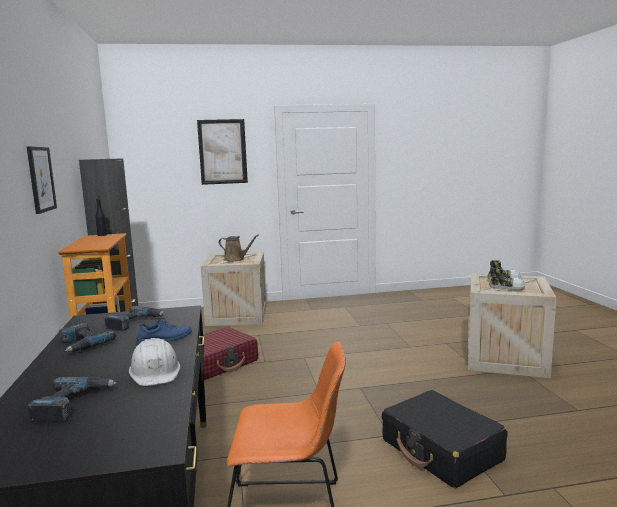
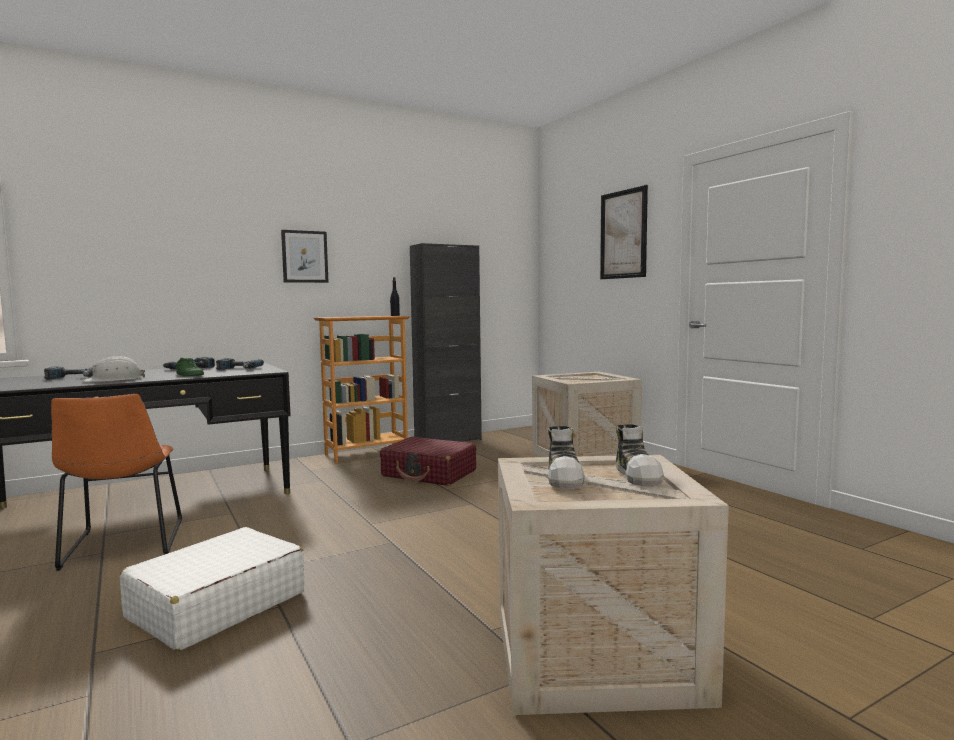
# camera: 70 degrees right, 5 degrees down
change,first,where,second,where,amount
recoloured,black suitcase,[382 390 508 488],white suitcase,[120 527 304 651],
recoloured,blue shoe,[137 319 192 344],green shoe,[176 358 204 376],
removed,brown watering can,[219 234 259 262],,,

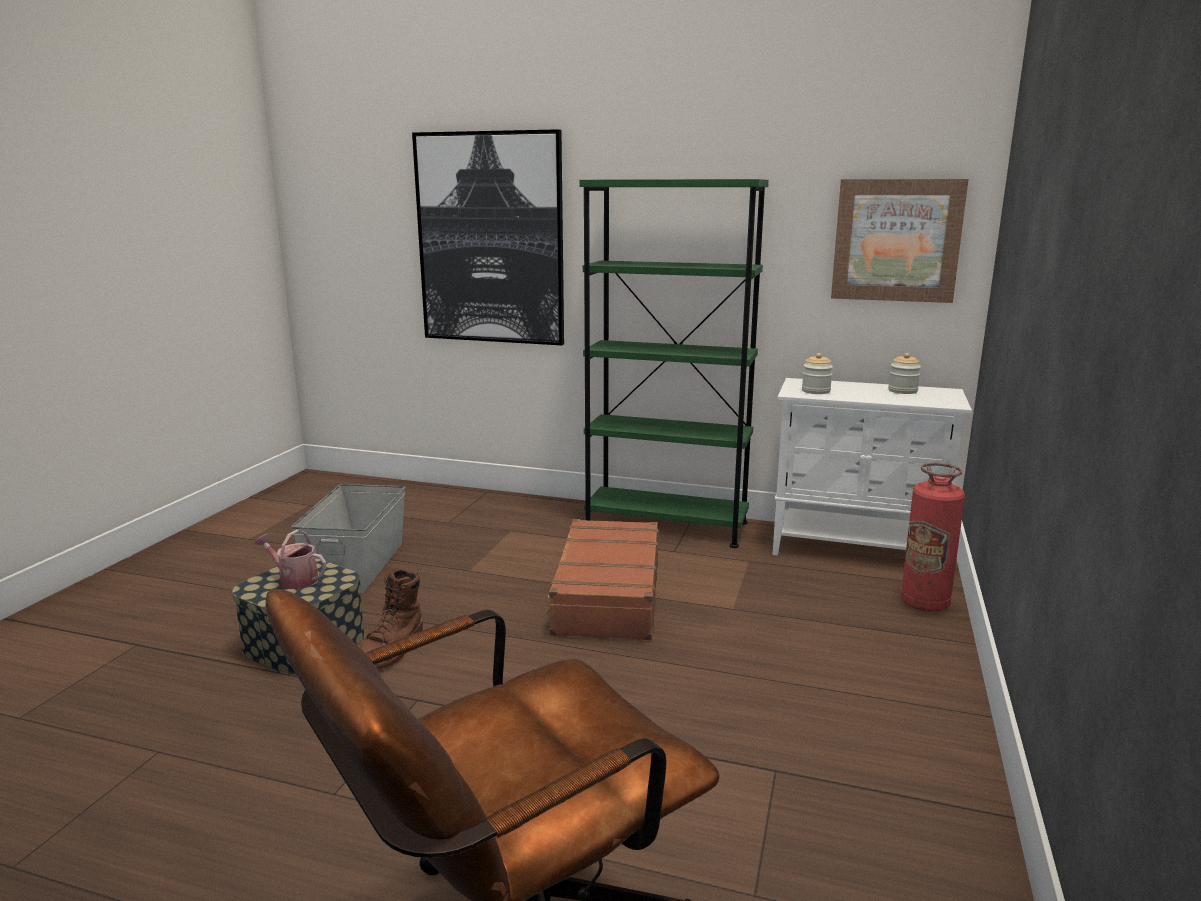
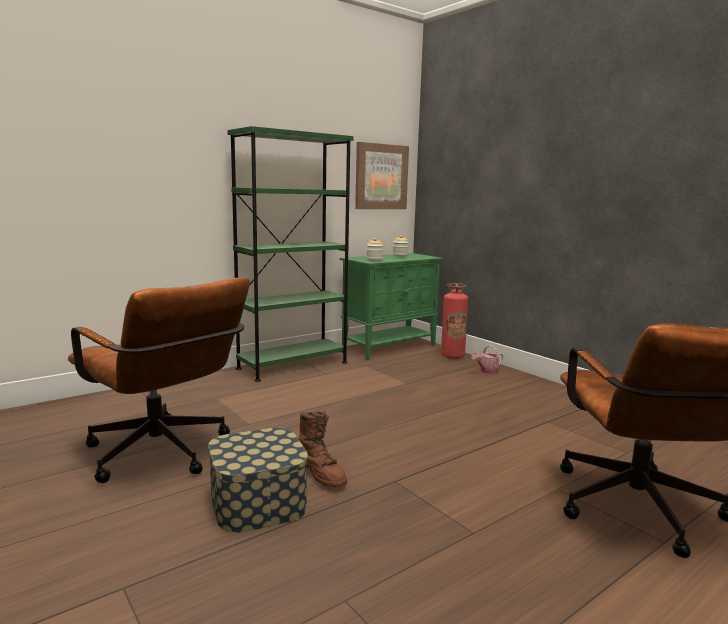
# camera: 55 degrees left, 5 degrees down
change,first,where,second,where,amount
replaced,grey storage box,[291 484 405 593],brown office chair,[68 278 250 483],
recoloured,white cabinet,[772 378 972 556],green cabinet,[340 253 444 360],
moved,watering can,[254 529 326 589],,[471 345 503 374],
removed,picture,[412 129 564 345],,,
removed,brown suitcase,[544 519 659 640],,,

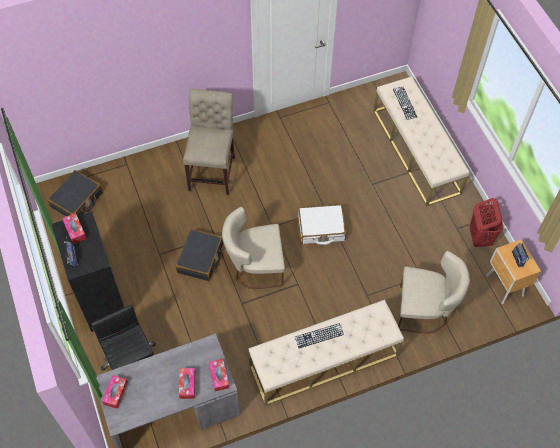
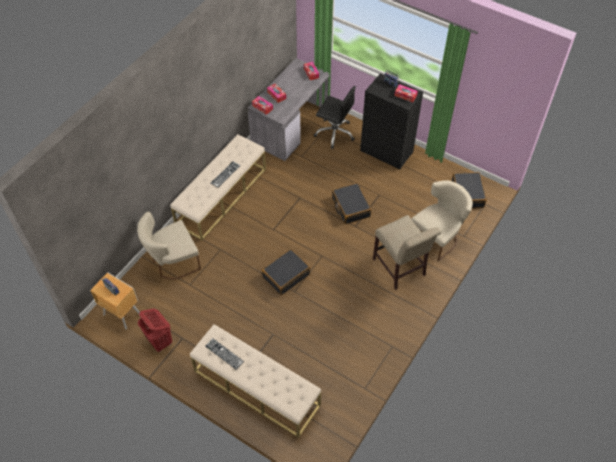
# camera: 145 degrees right, 5 degrees down
change,first,where,second,where,amount
moved,keyboard,[393 87 417 120],,[205 338 244 370],
recoloured,white suitcase,[298 205 346 245],black suitcase,[262 249 310 295],
moved,beige chair,[222 207 285 289],,[411 180 473 262],

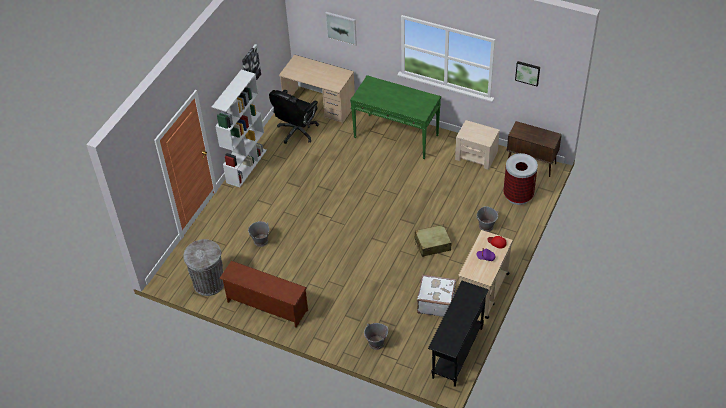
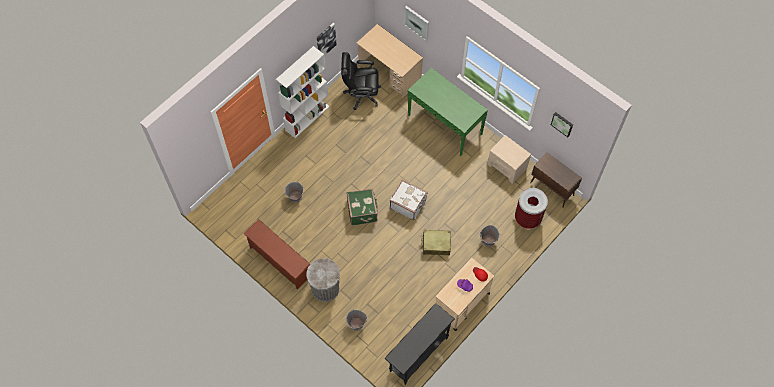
# camera: 15 degrees right, 15 degrees up
change,first,where,second,where,amount
moved,grey trash can,[183 239 224 296],,[306 258 340 302],
turned,black office chair,[269 90 319 144],,[341 52 381 110],45 degrees clockwise
added,,,green suitcase,[347 188 378 225],
moved,white suitcase,[417 274 456 317],,[390 180 427 220],

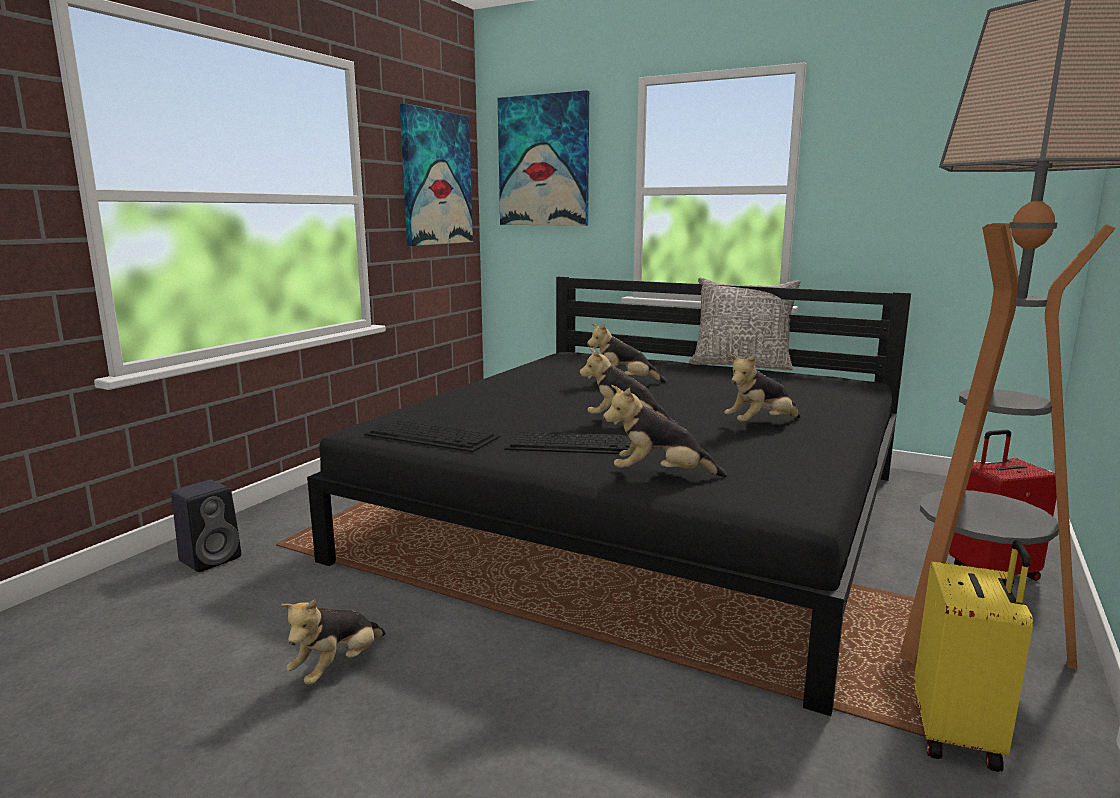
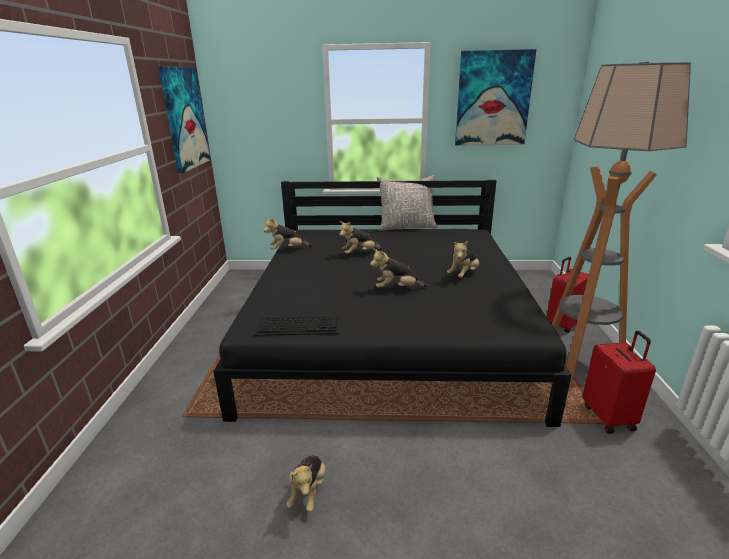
# camera: 25 degrees left, 10 degrees up
change,first,where,second,where,amount
moved,plush toy,[603 385 727 477],,[264 218 312 250],
moved,picture,[498 90 589 226],,[455 49 536 146],
recoloured,yellow suitcase,[914 540 1033 772],red suitcase,[583 331 656 434],
removed,black speaker,[171 480 241 572],,,
removed,keyboard,[504 431 632 454],,,

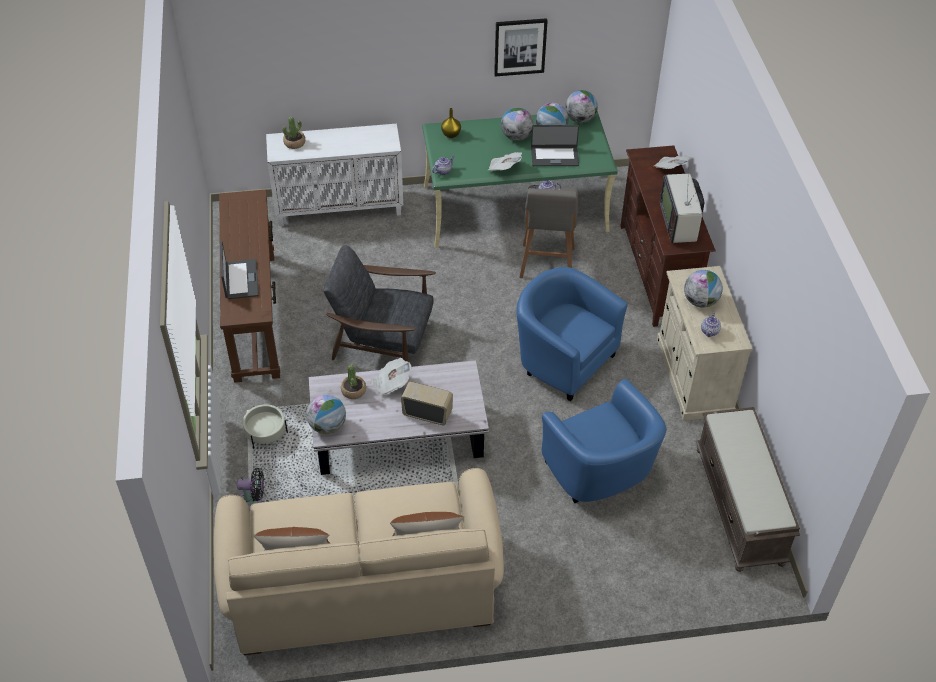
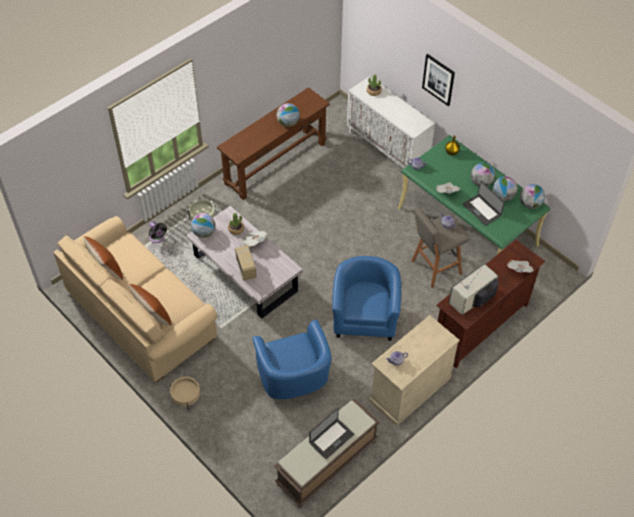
# camera: 55 degrees right, 5 degrees up
change,first,where,second,where,amount
added,,,beige planter,[170 377 200 410],
turned,blue armchair,[542 379 667 503],,[252 320 331 399],45 degrees counterclockwise
moved,globe,[684 270 723 308],,[277 103 300 127],
moved,laptop,[220 241 259 299],,[309 407 354 459],
moved,picture,[494 18 548 76],,[422 54 455 106],
removed,grey armchair,[324 245 436 362],,,

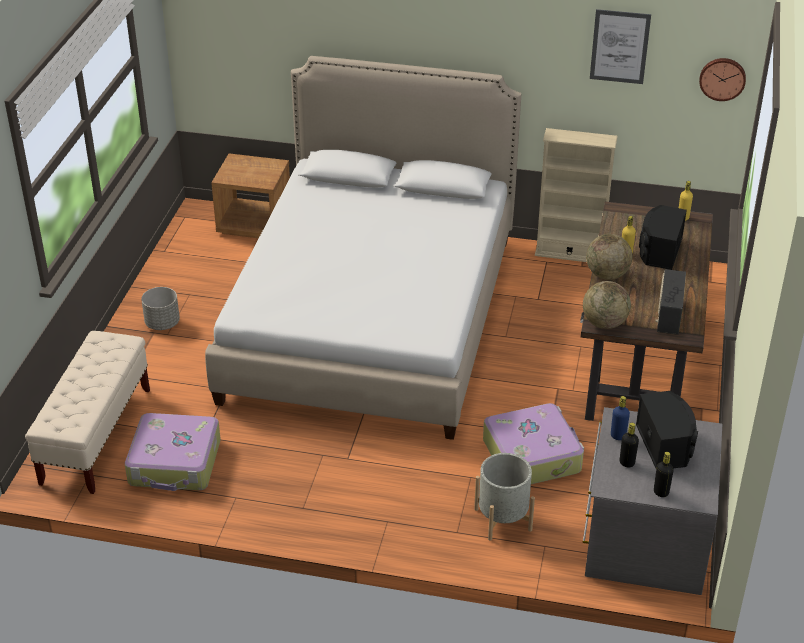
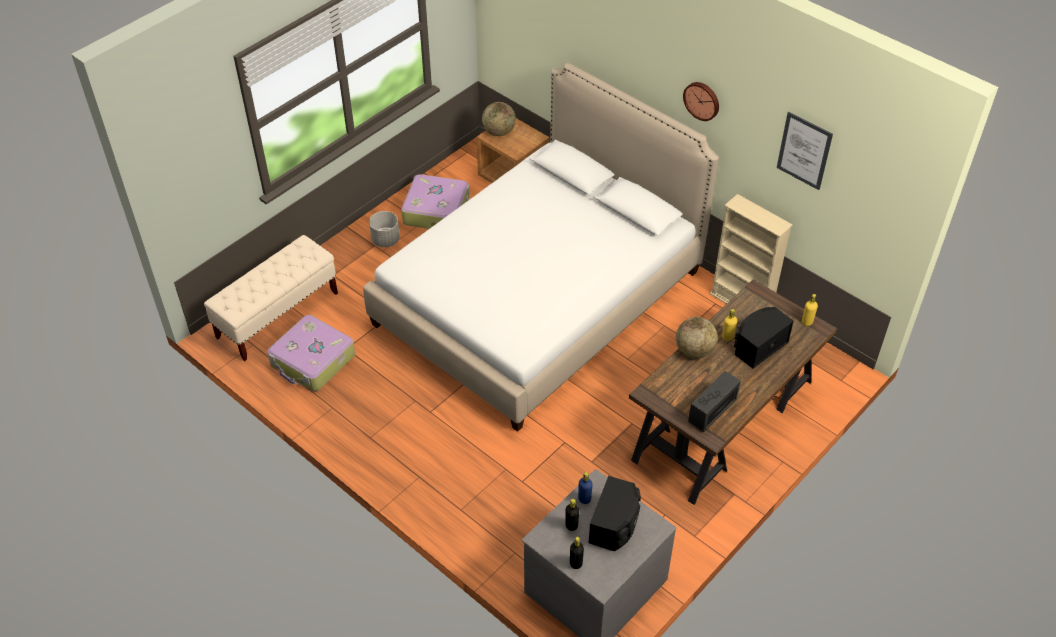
# camera: 30 degrees right, 10 degrees up
change,first,where,second,where,amount
moved,suitcase,[483 403 584 484],,[401 174 470 229],
moved,globe,[583 281 631 329],,[482 102 516 136],
moved,wall clock,[699 58 746 101],,[683 82 719 121],
removed,grey planter,[474 453 535 541],,,

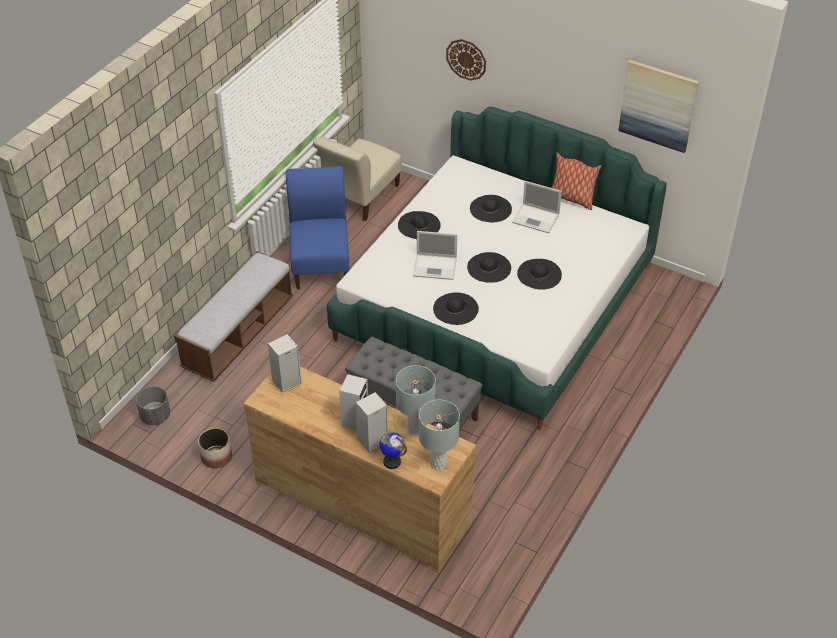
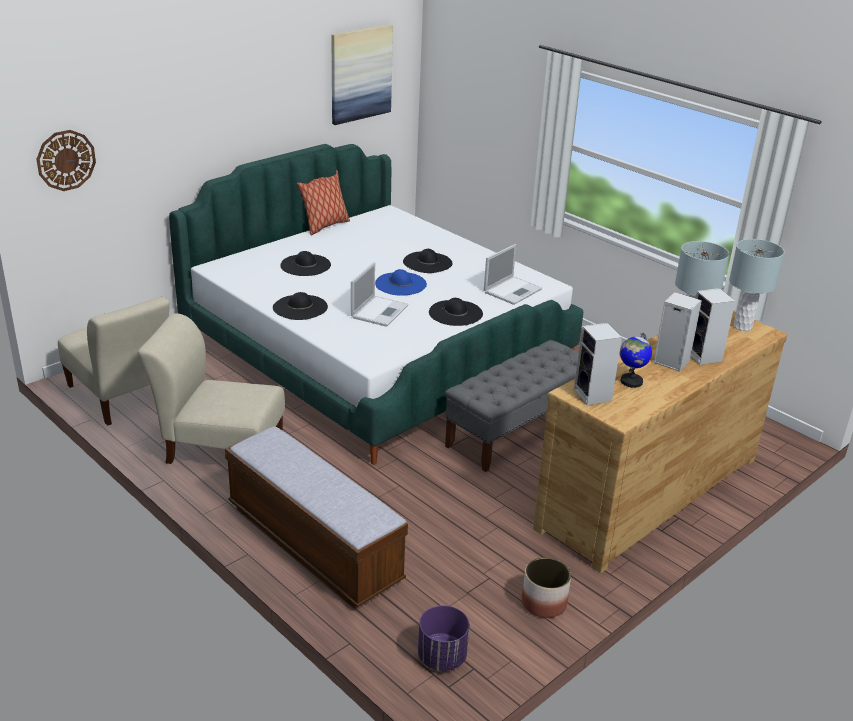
# camera: 75 degrees left, 15 degrees down
change,first,where,second,where,amount
moved,wall clock,[446 39 486 81],,[37 130 96 191],
recoloured,blue chair,[286 166 349 289],beige chair,[138 313 285 464],
recoloured,black hat,[467 252 511 283],blue hat,[375 269 427 296],
recoloured,grey planter,[136 386 170 425],purple planter,[418 605 469 671],
moved,laptop,[512 181 562 233],,[484 244 542 305],
moved,globe,[379 432 407 469],,[620 333 652 388],

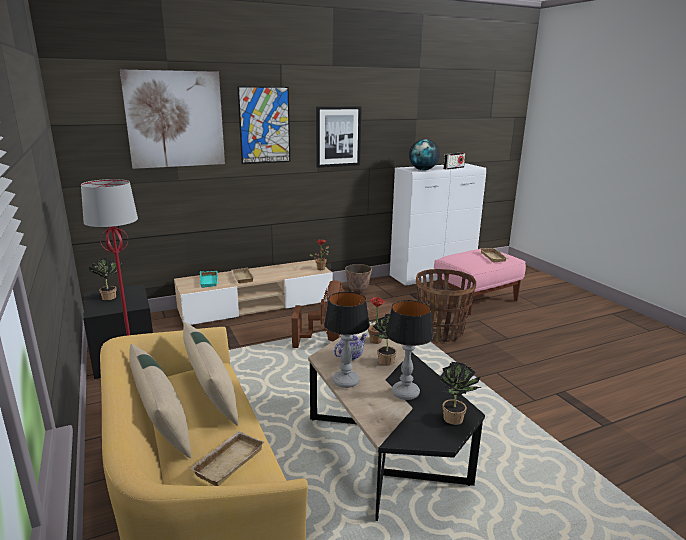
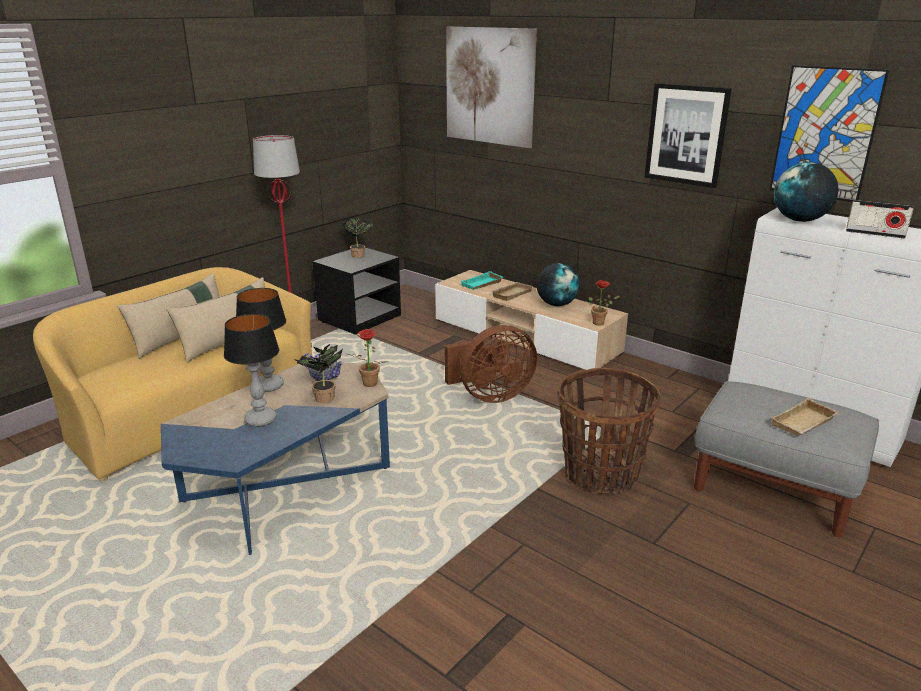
# camera: 65 degrees right, 5 degrees up
change,first,where,second,where,amount
recoloured,black coffee table,[308 336 485 521],blue coffee table,[161 362 390 555],
added,,,globe,[537 263 580 306],
recoloured,pink ottoman,[434 249 526 315],grey ottoman,[694 381 879 537],
moved,picture,[237 86 290 164],,[769 65 889 202],
removed,beige tray,[189 431 264 486],,,
removed,planter,[345 264 372 293],,,
removed,potted plant,[438 362 481 425],,,

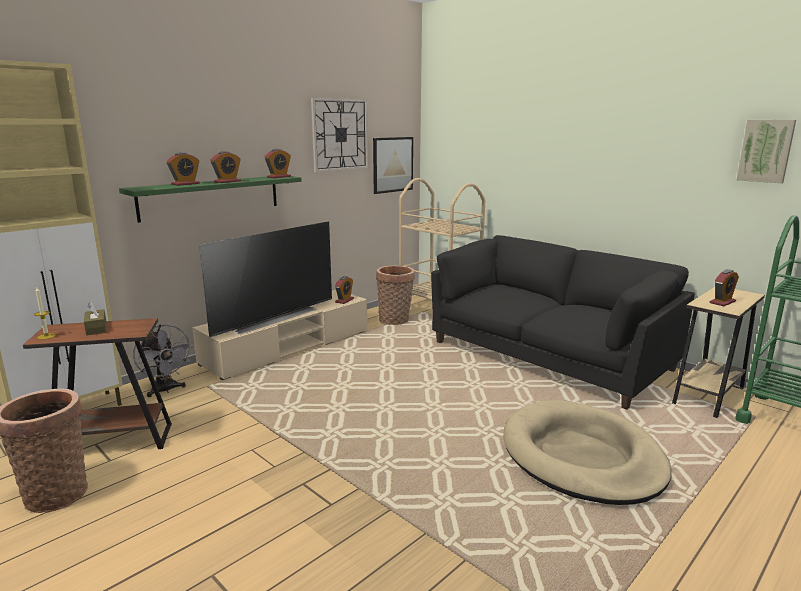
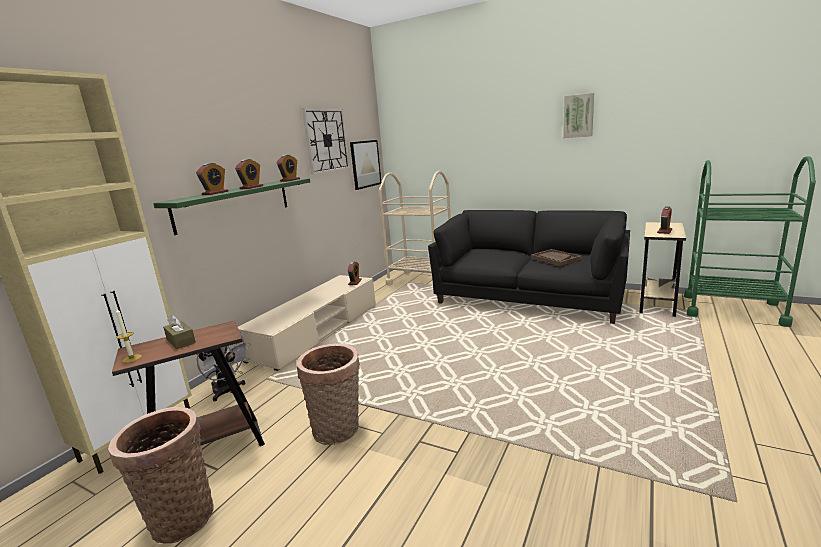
# camera: 15 degrees left, 0 degrees up
change,first,where,second,where,amount
moved,basket,[376 265 415 325],,[297 343 360 445],
added,,,brown tray,[531 249 582 266],
moved,picture,[737 120 796 183],,[563 93 594 138],
removed,television,[199 221 332 337],,,
removed,beige dog bed,[503 400 672 505],,,

